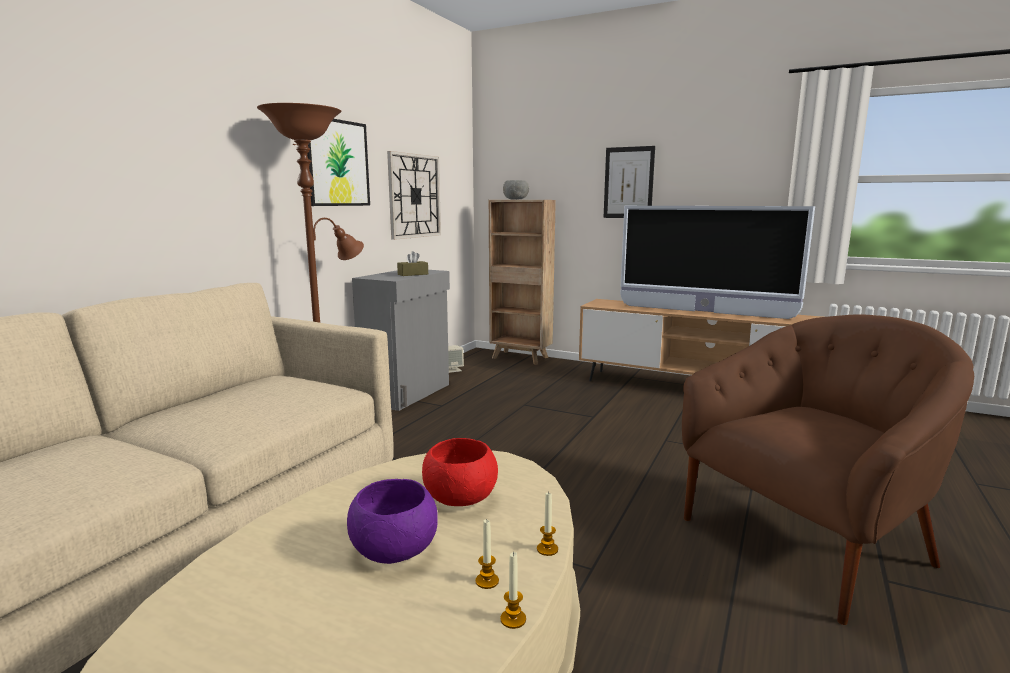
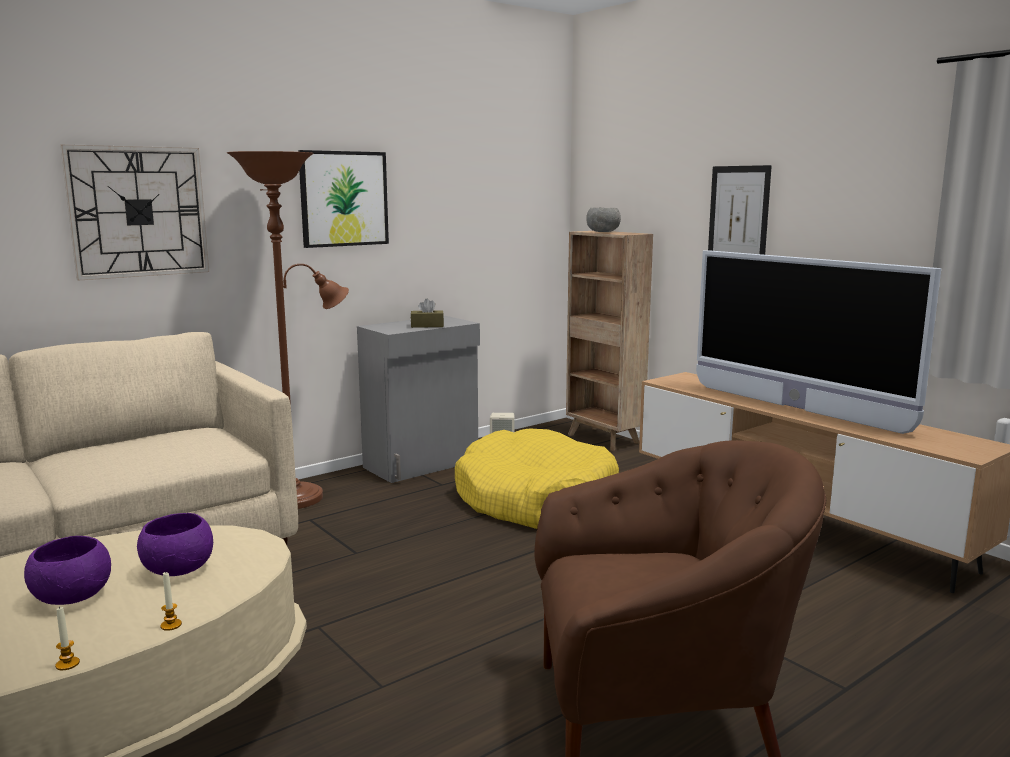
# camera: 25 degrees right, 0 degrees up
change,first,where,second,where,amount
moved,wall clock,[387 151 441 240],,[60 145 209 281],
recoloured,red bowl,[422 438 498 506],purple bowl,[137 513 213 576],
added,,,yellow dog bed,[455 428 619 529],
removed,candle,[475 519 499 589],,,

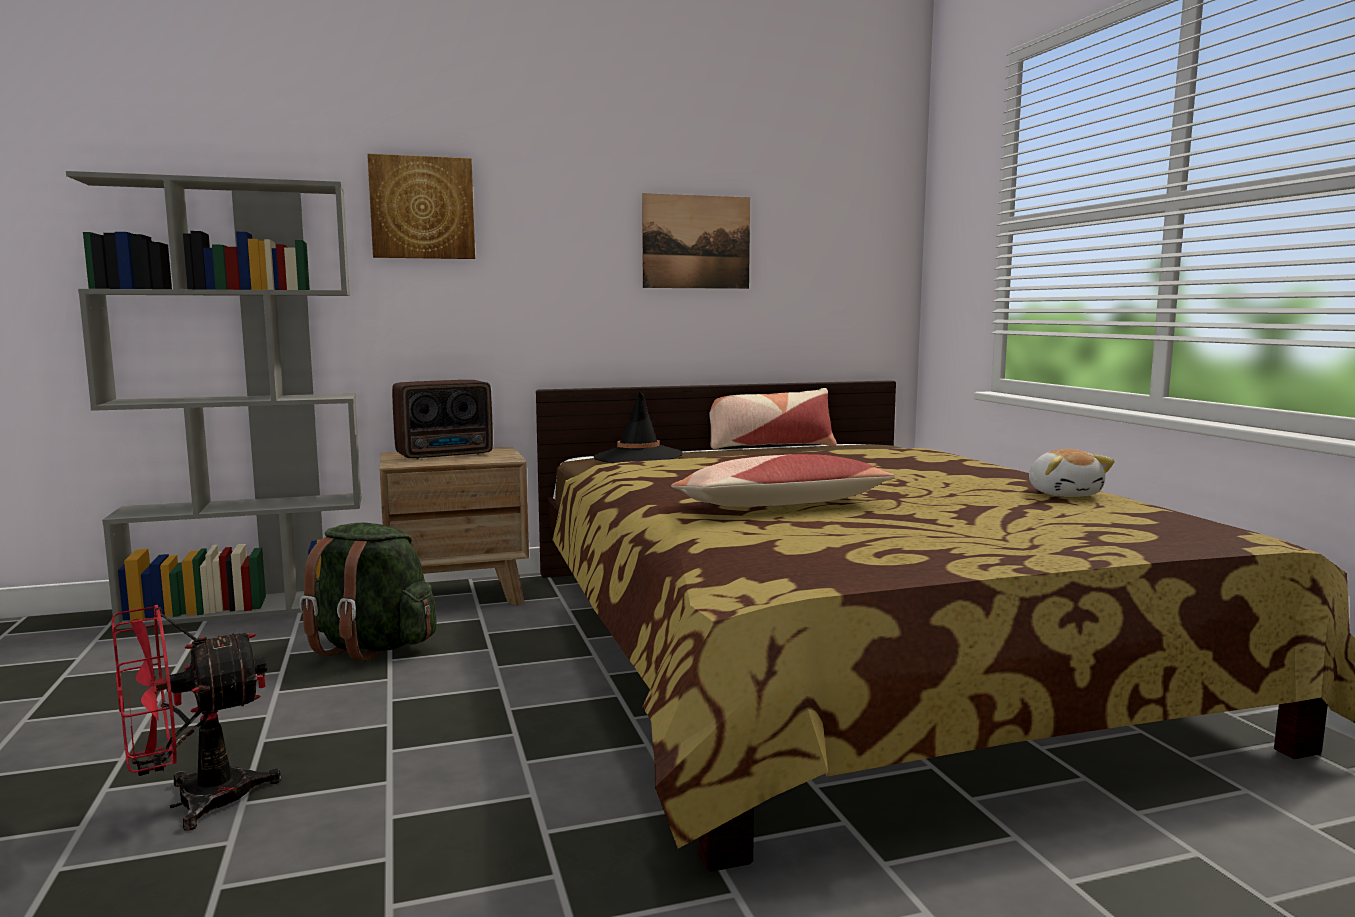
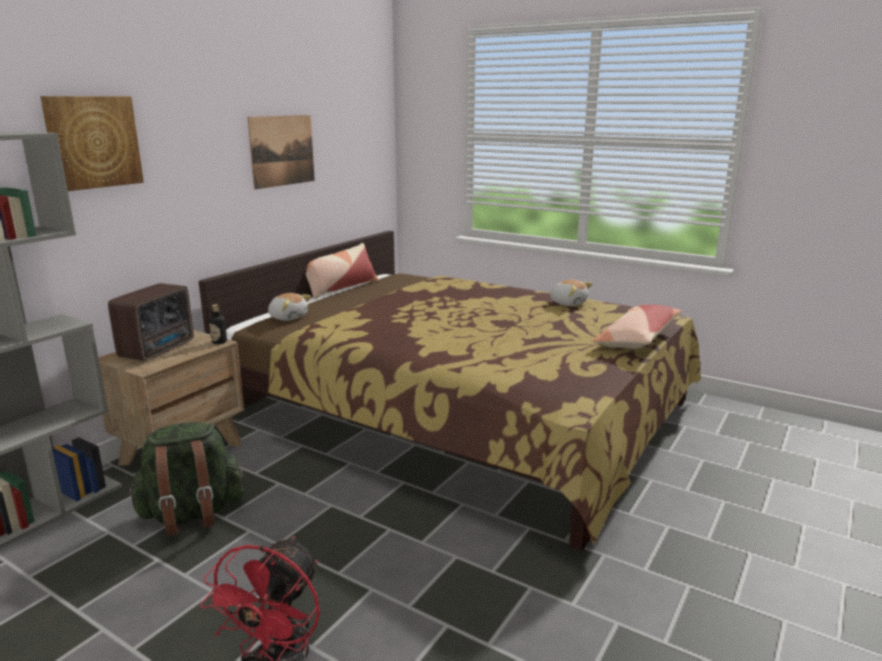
# camera: 40 degrees left, 10 degrees up
change,first,where,second,where,amount
added,,,bottle,[209 304 227 344],
replaced,black hat,[594 392 683 463],plush toy,[268 293 311 321],
moved,pillow,[671 454 895 507],,[592 305 682 349],

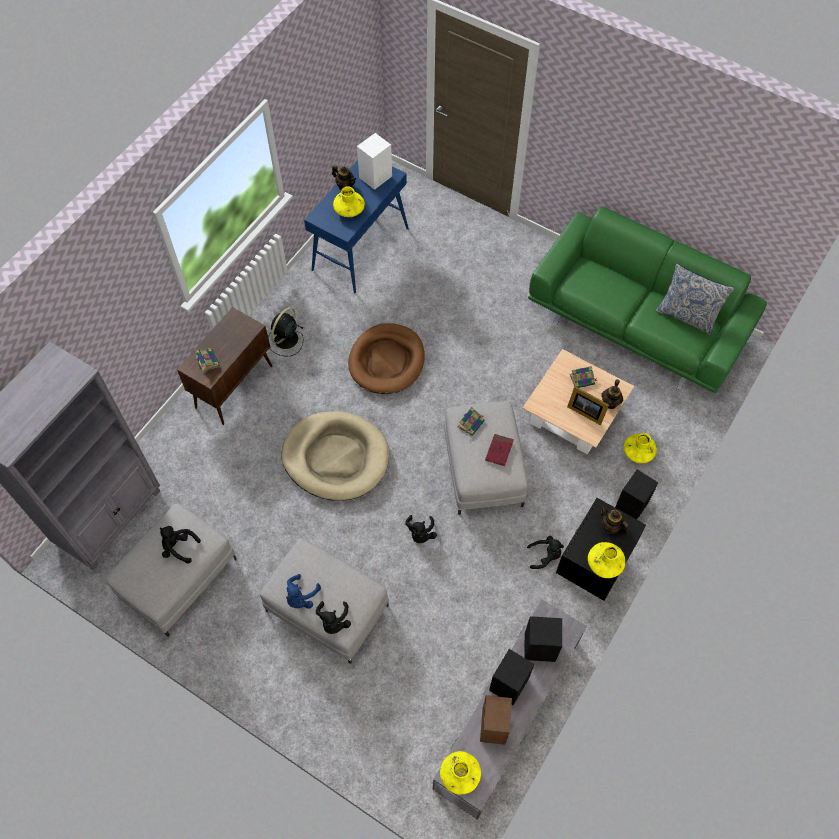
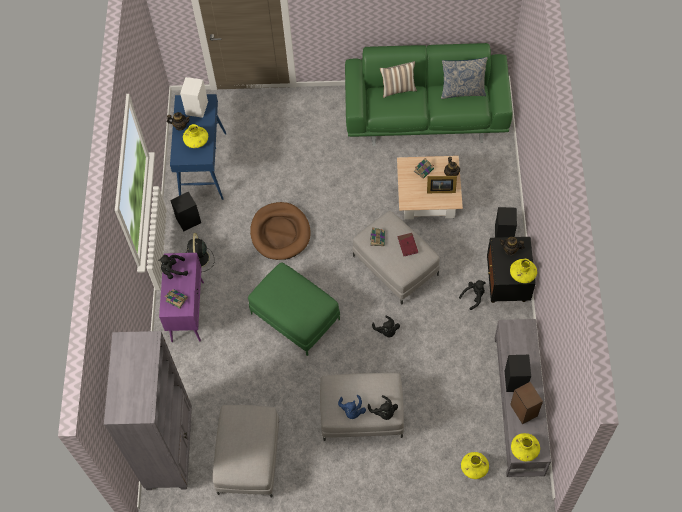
# camera: 30 degrees left, 0 degrees up
change,first,where,second,where,amount
recoloured,brown cabinet,[177 307 272 425],purple cabinet,[159 253 204 342],
moved,black plush toy,[160 526 201 564],,[159 255 188 279],
moved,black speaker,[524 616 562 662],,[170 191 201 231],
replaced,beige dog bed,[281 411 389 501],green ottoman,[248 262 340 356],
added,,,pillow,[380 61 417 98],
moved,yellow vase,[624 433 657 463],,[461 452 489 479],

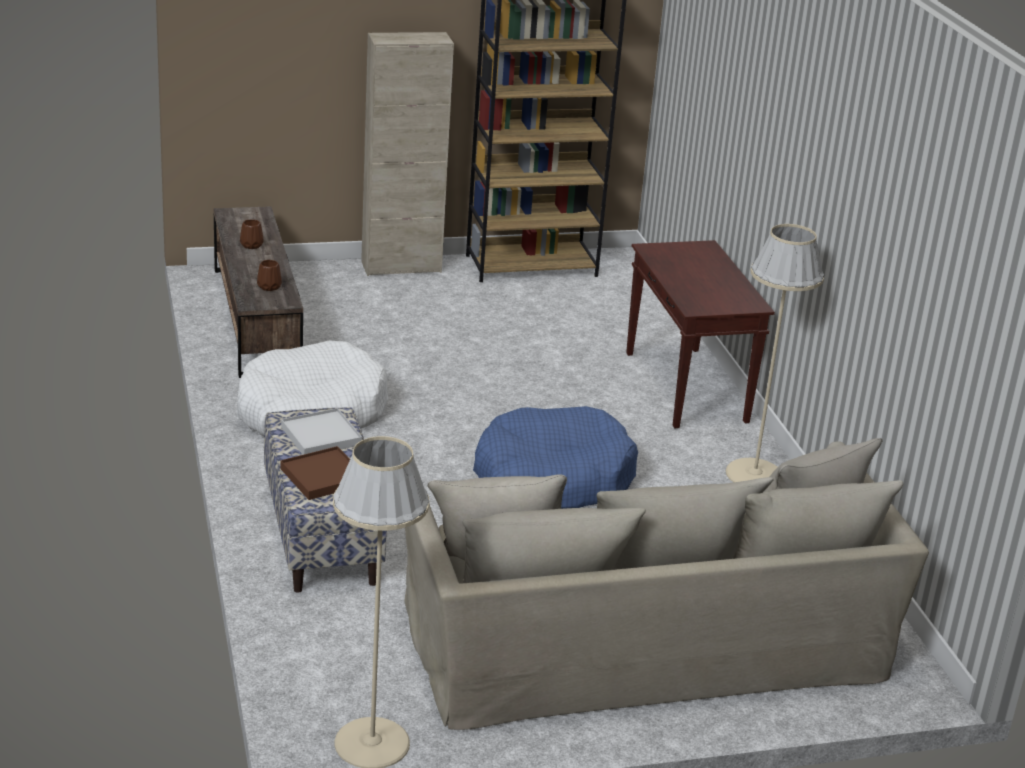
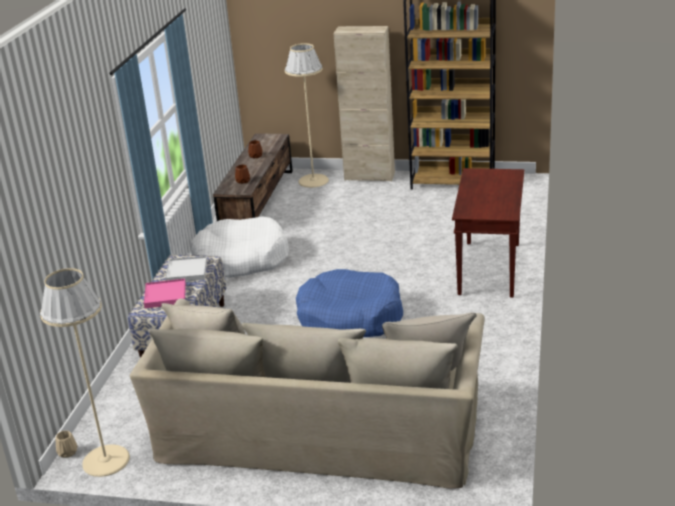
# camera: 30 degrees right, 0 degrees up
change,first,where,second,where,amount
added,,,beige vase,[56 431 78 458],
recoloured,brown tray,[280 446 350 500],pink tray,[144 279 186 308],
moved,beige floor lamp,[726 224 824 482],,[285 43 329 188],

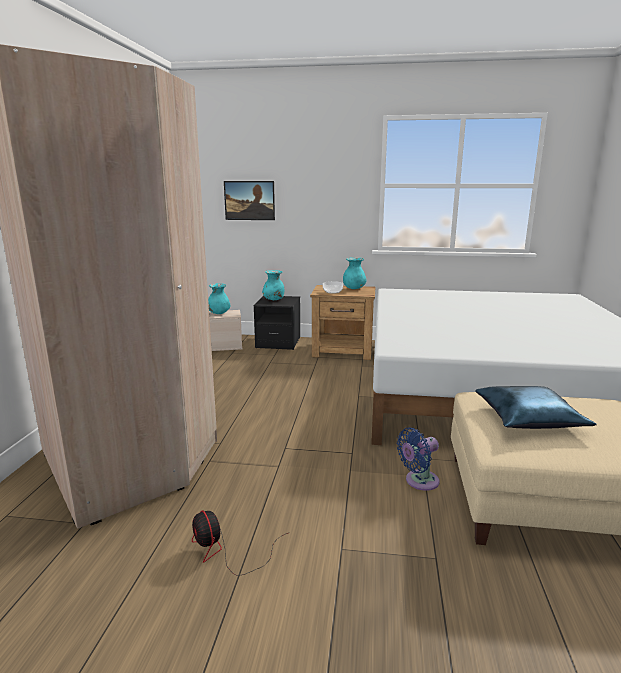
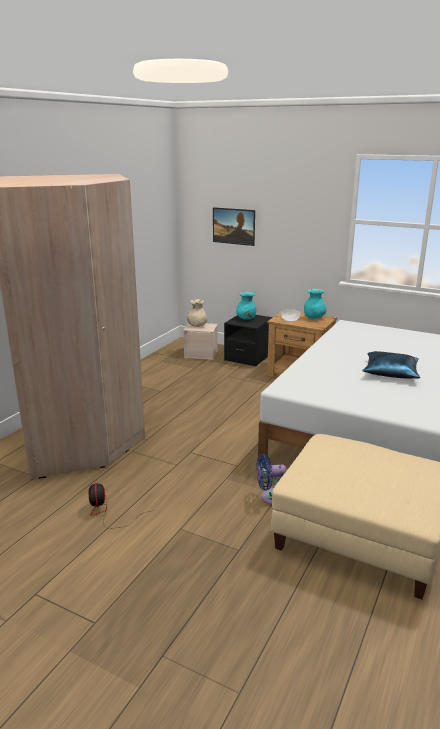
# camera: 20 degrees right, 5 degrees up
change,first,where,second,where,amount
recoloured,turquoise vase,[208 283 230 314],beige vase,[187 299 207 327],
moved,blue pillow,[475 386 597 429],,[362 351 420 379],

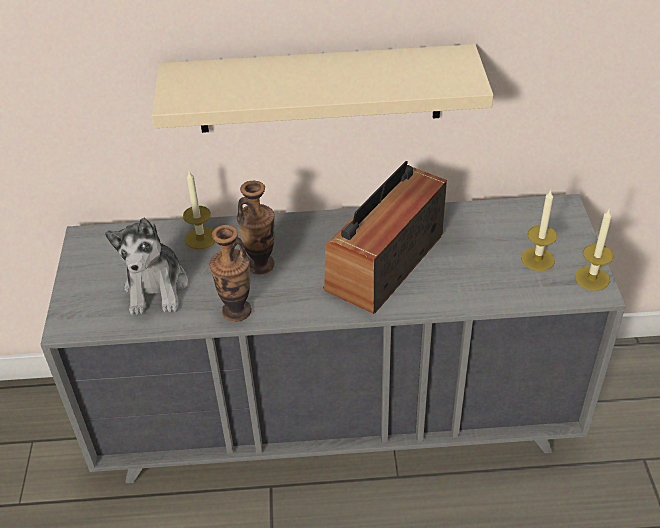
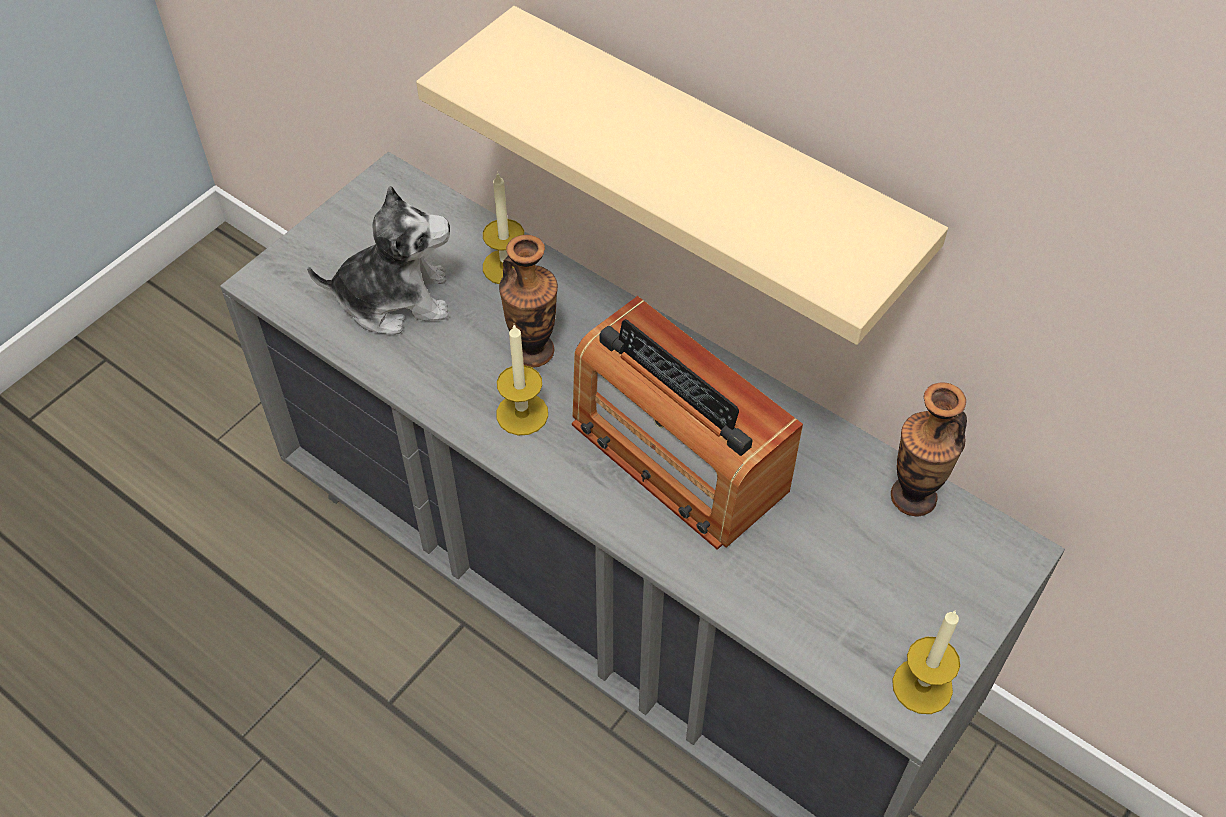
# camera: 40 degrees right, 10 degrees up
change,first,where,second,where,amount
turned,plush toy,[105 218 188 315],,[307 186 450 334],135 degrees counterclockwise
moved,candle,[521 190 557 271],,[496 325 548 436],
turned,radio,[323 161 447 314],,[572 296 803 550],120 degrees counterclockwise
moved,vase,[210 225 252 322],,[891 382 967 516],

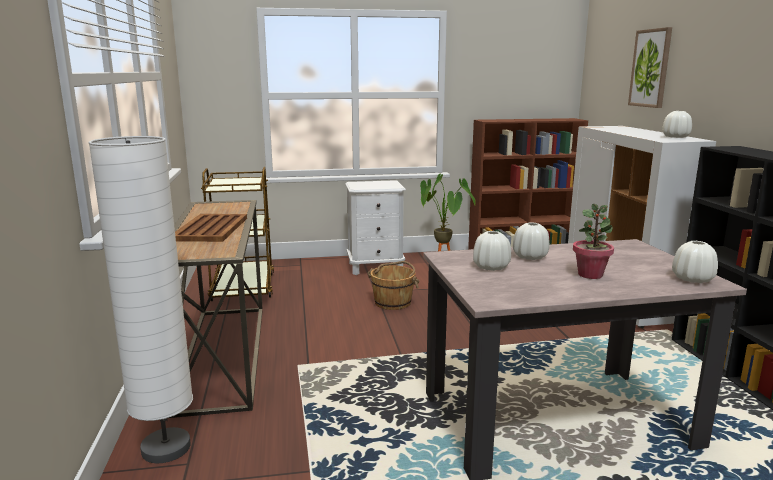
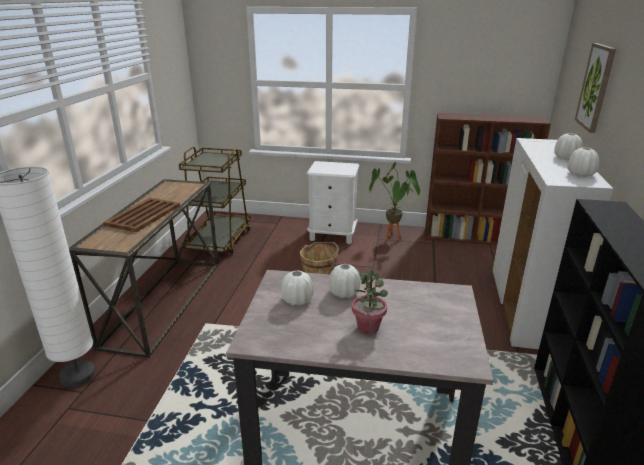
# camera: 20 degrees right, 10 degrees up
change,first,where,second,where,amount
moved,white vase,[672 241 718 283],,[554 133 583 160],

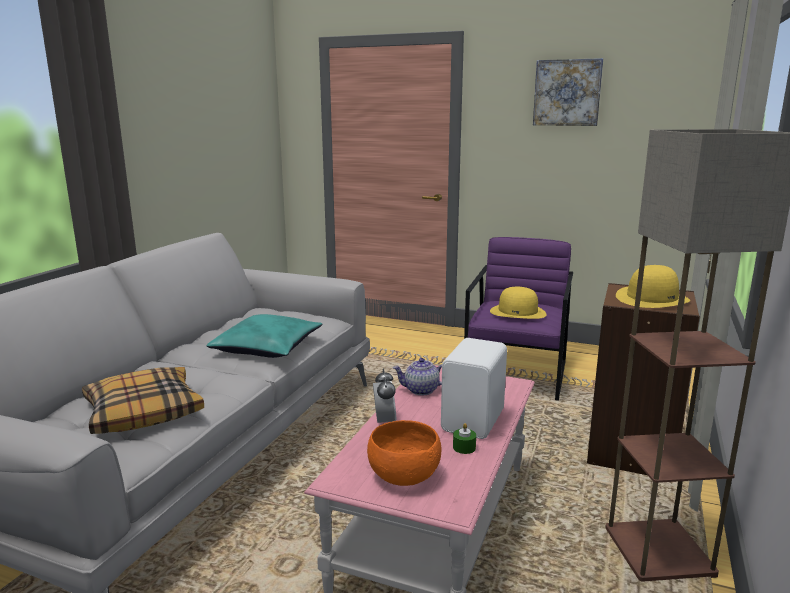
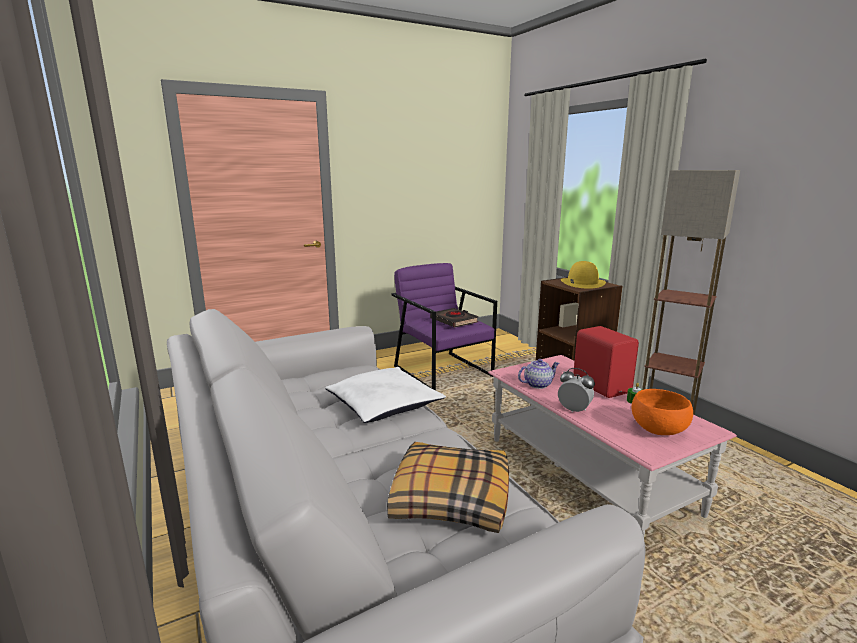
# camera: 50 degrees left, 0 degrees up
change,first,where,second,where,amount
recoloured,turquoise pillow,[206 314 323 358],white pillow,[325 367 446 423],
replaced,yellow hat,[490 287 547 319],black book,[430 308 479 328],
turned,teapot,[393 358 442 395],,[518 359 559 389],150 degrees counterclockwise
recoloured,white speaker,[441 338 507 439],red speaker,[573 326 639 398],
removed,picture,[533 58 603 126],,,

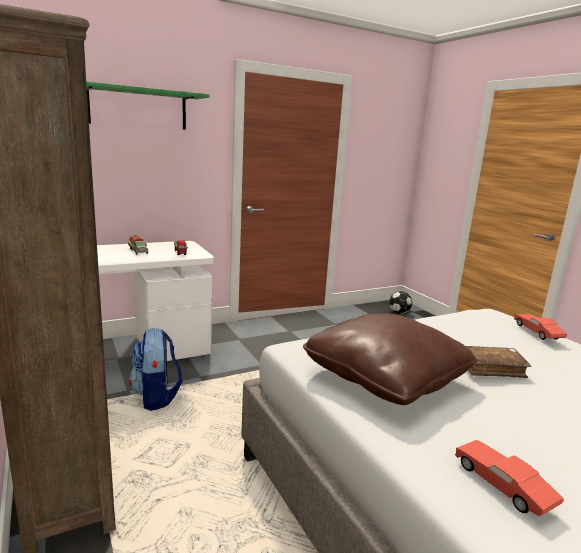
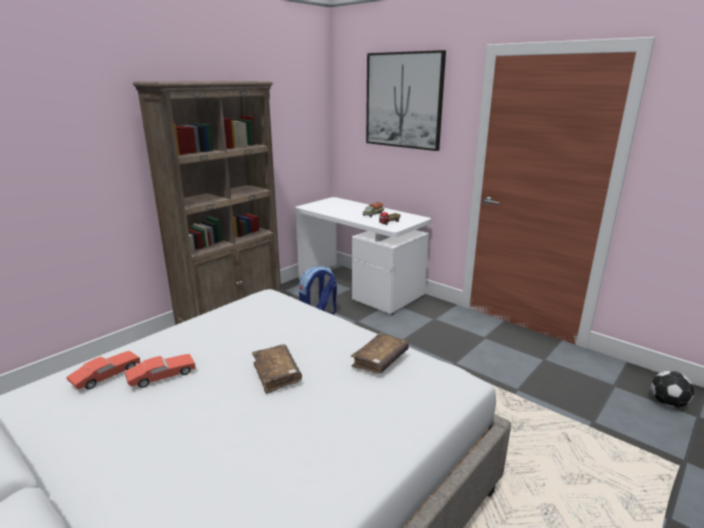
# camera: 70 degrees right, 5 degrees up
change,first,where,second,where,amount
moved,red toy car,[514 314 567 340],,[125 354 196 388],
added,,,brown book,[351 333 409 374],
replaced,green shelf,[86 82 210 130],picture,[366 50 446 151],
removed,brown pillow,[303 313 478 405],,,

